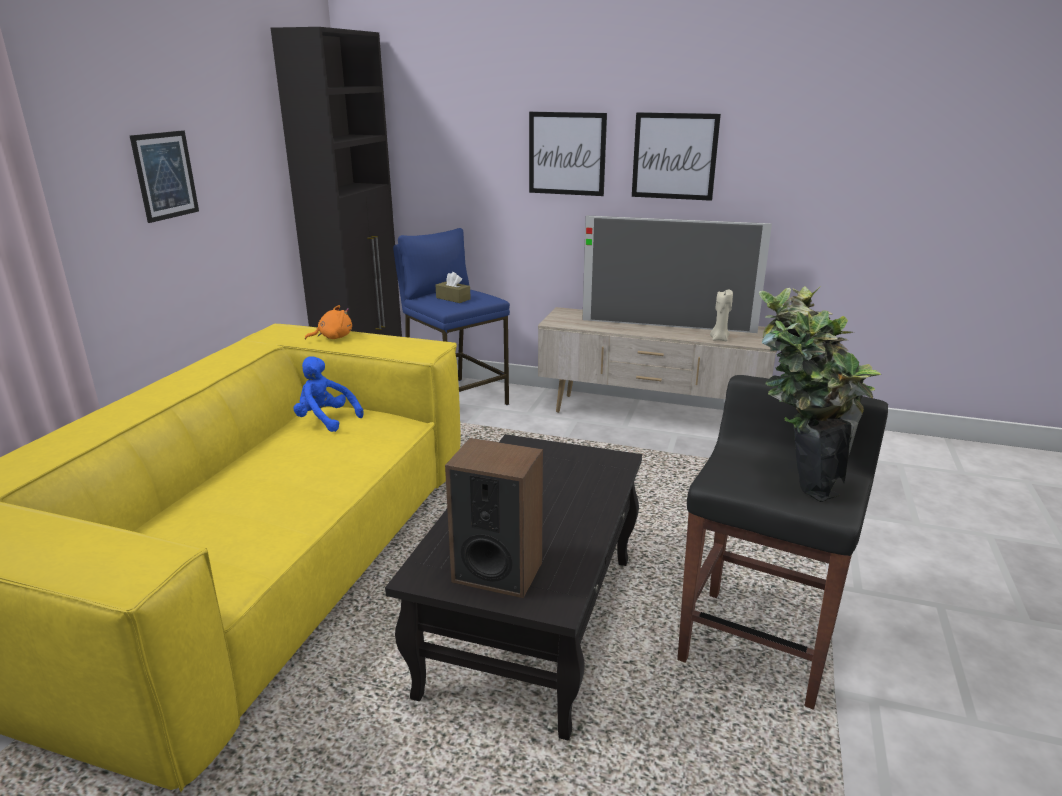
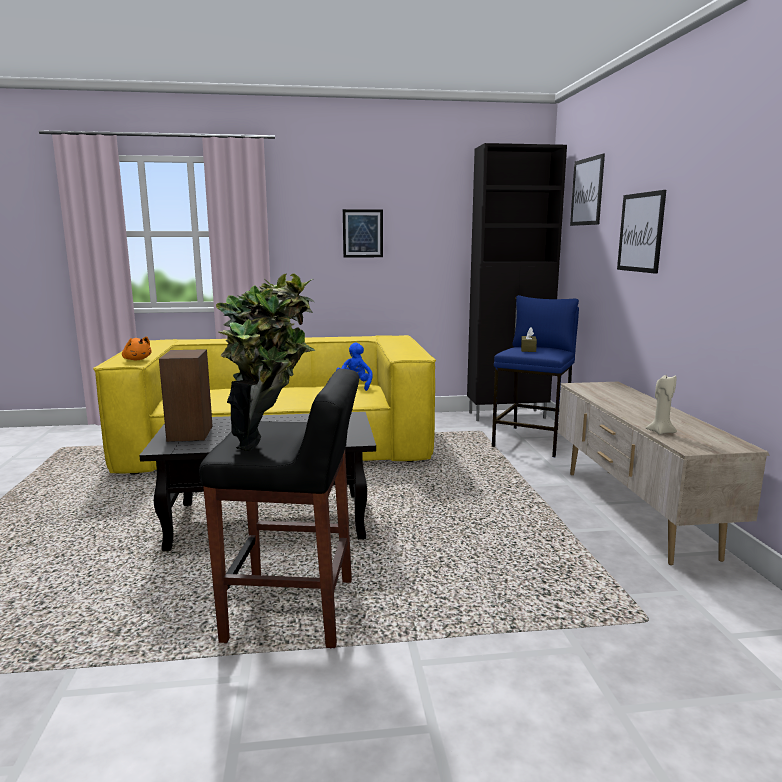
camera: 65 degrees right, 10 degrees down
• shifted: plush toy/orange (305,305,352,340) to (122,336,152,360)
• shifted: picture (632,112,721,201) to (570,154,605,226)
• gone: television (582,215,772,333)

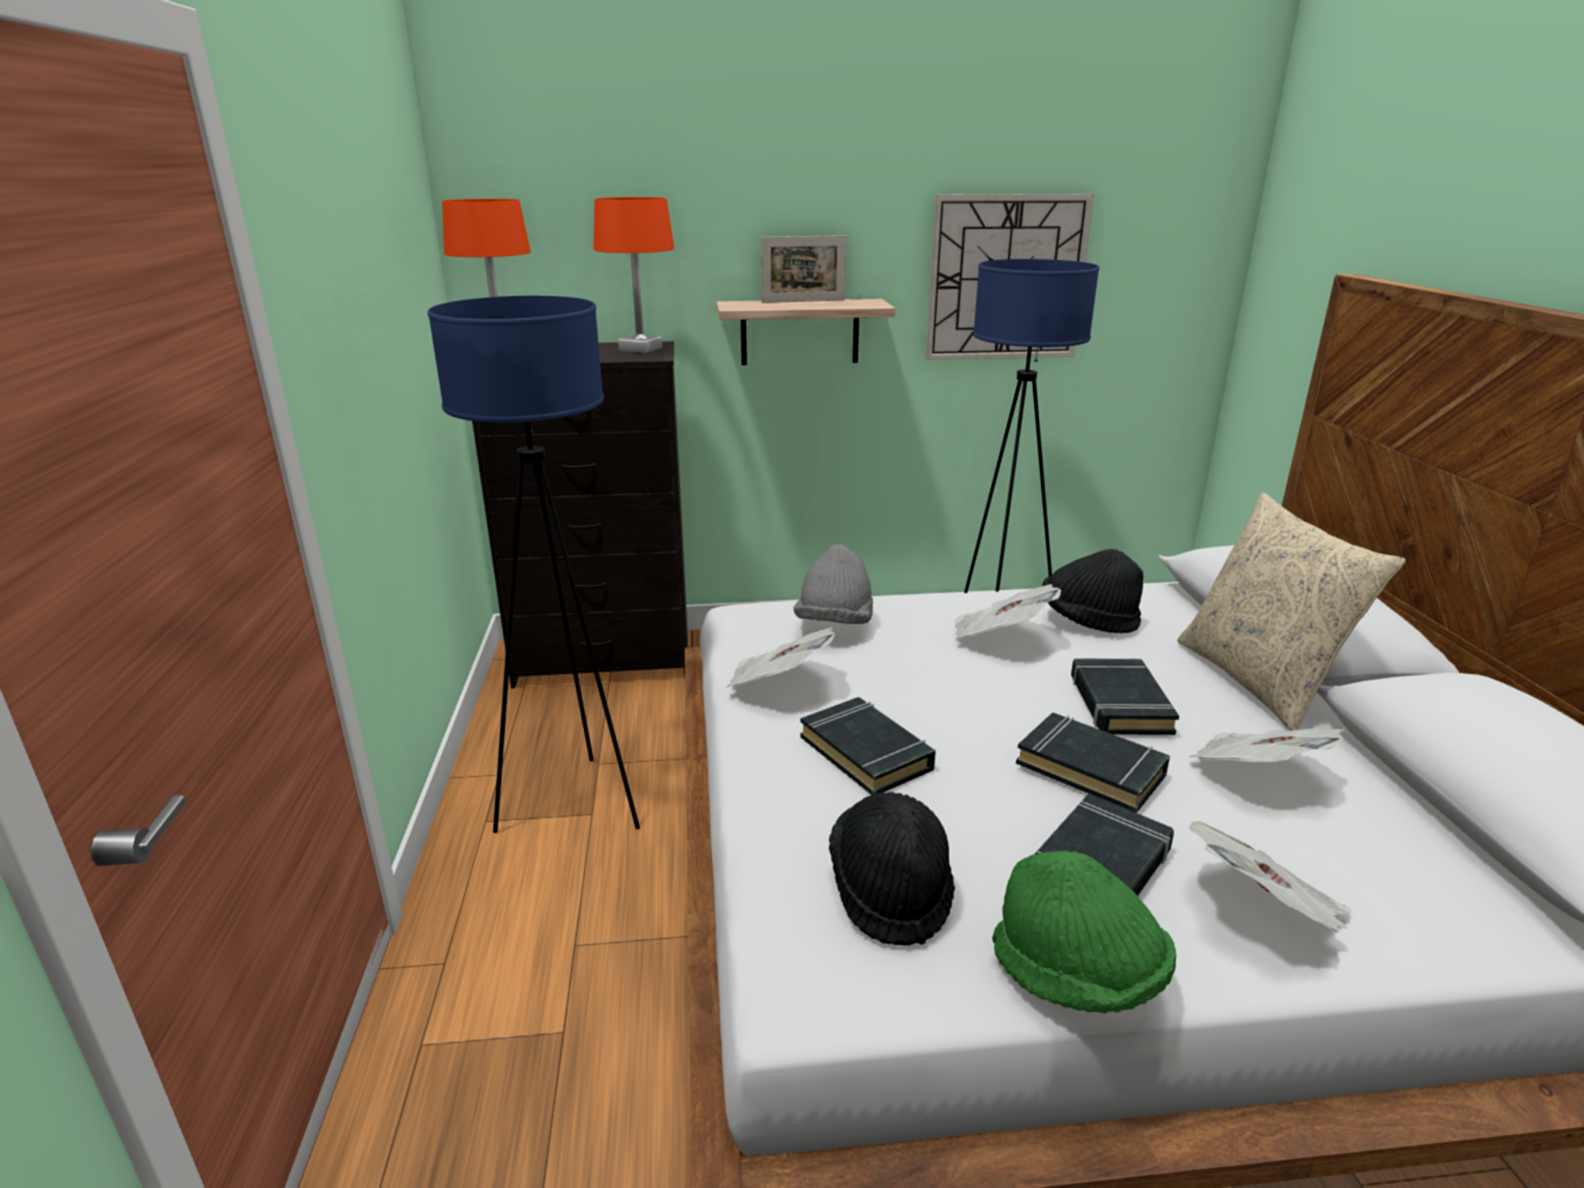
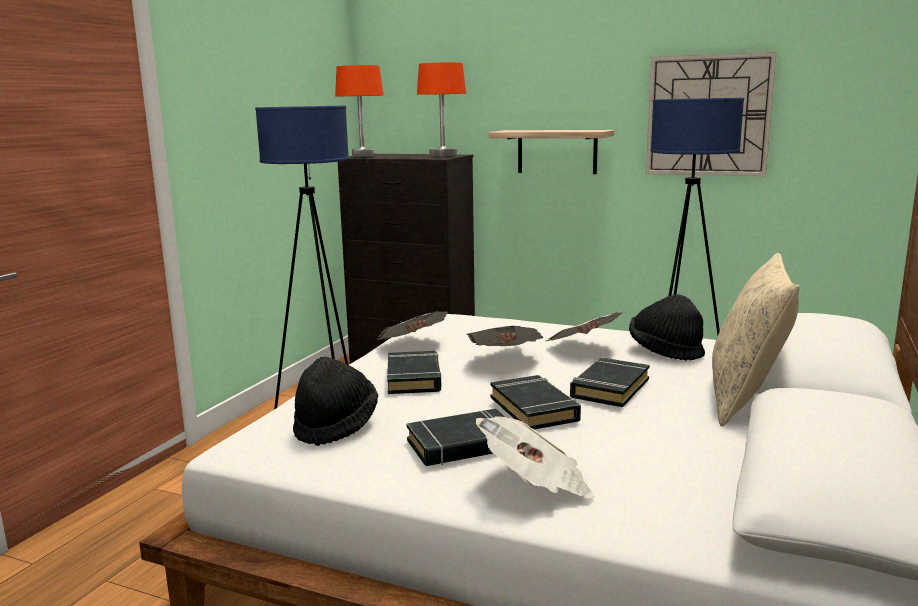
camera: 30 degrees right, 10 degrees down
• shifted: newspaper (1189,728,1344,762) to (467,326,543,346)
• gone: picture frame (761,235,846,303)
• gone: hat/grey (793,544,873,624)
• gone: hat/green (992,851,1176,1014)

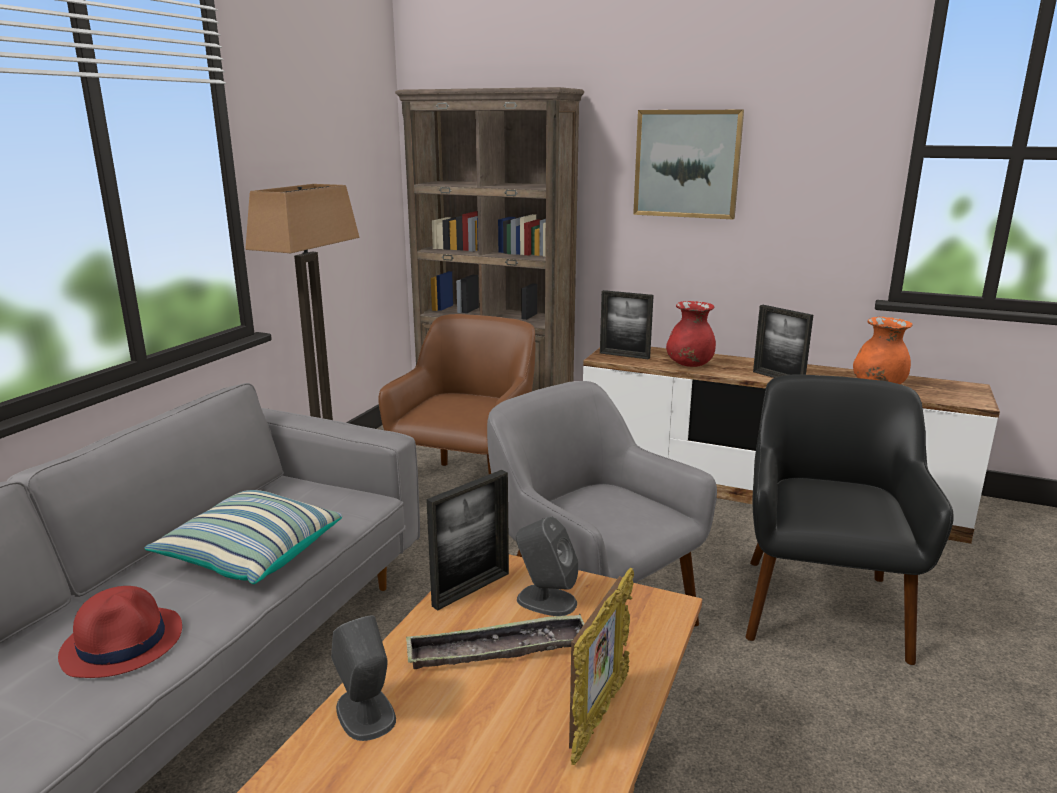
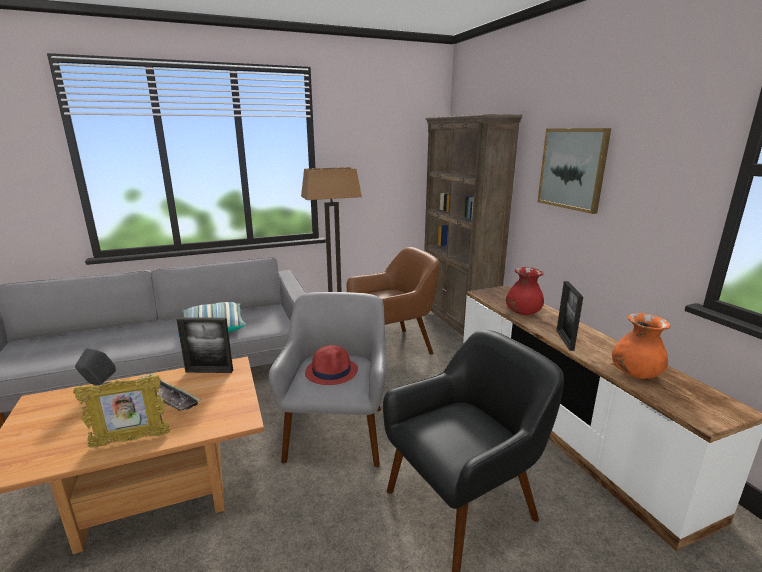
camera: 45 degrees right, 0 degrees up
• shifted: hat/red (58,586,182,678) to (305,345,358,385)
• gone: speaker/grey (516,516,579,616)
• gone: picture frame (600,290,654,360)

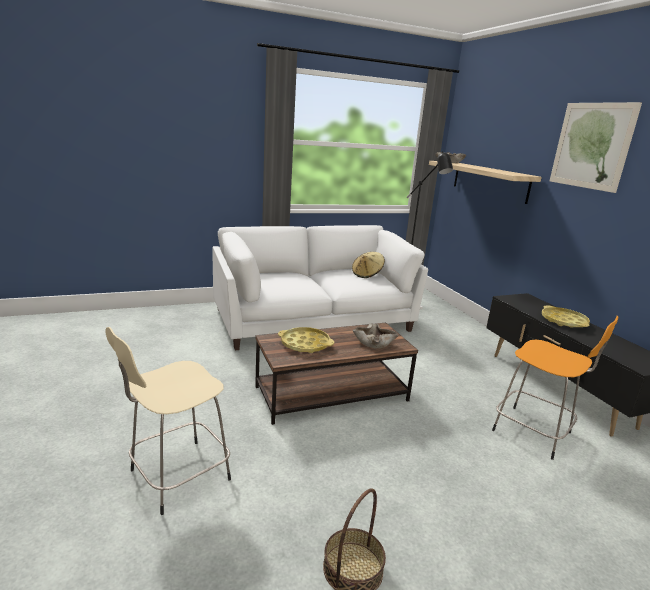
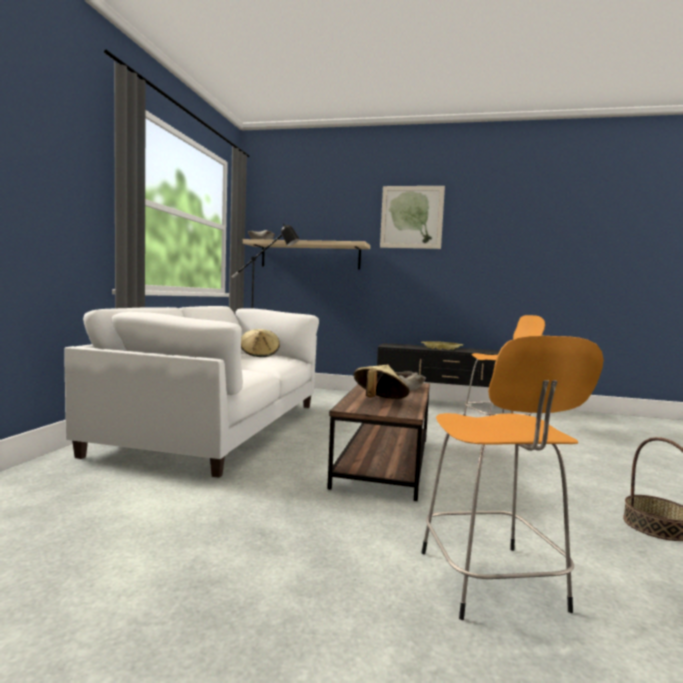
camera: 55 degrees left, 15 degrees down
• swapped: tray/yellow (278,327,334,353) to hat/beige (354,365,410,399)
• repainted: stool/beige (105,327,231,515) to stool/orange (421,336,604,620)

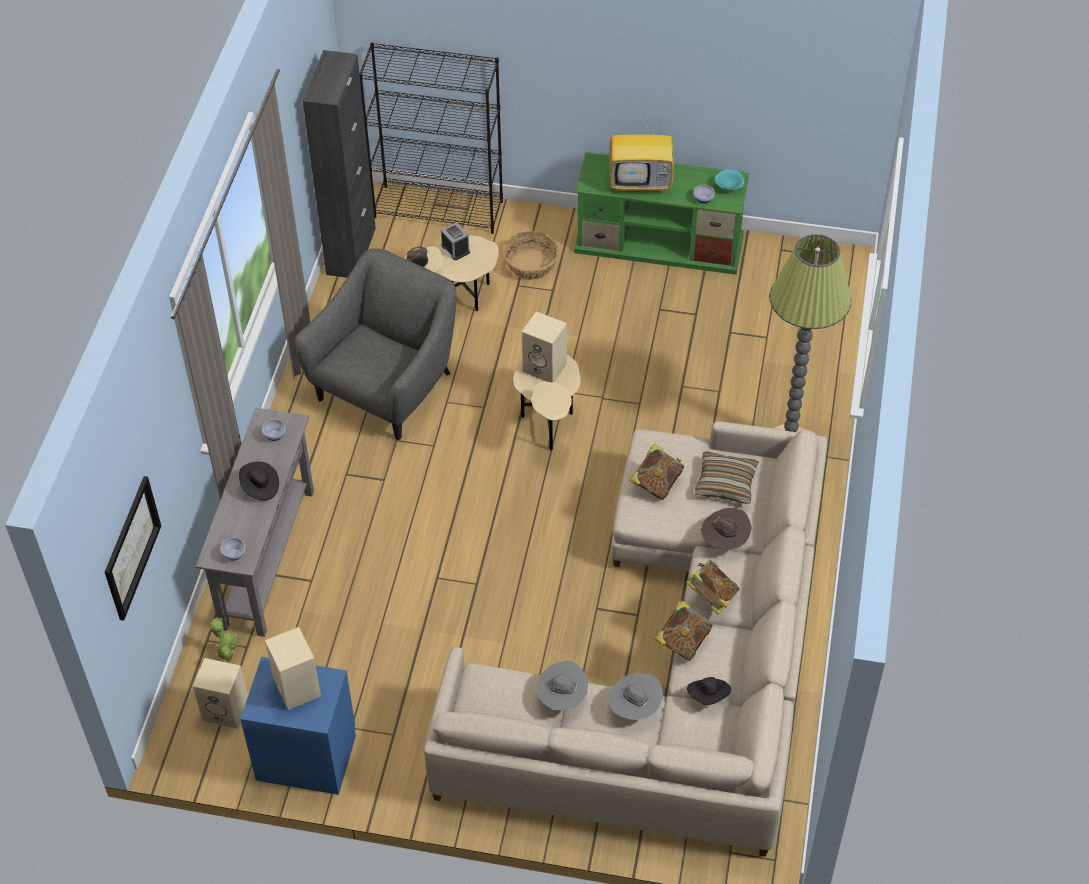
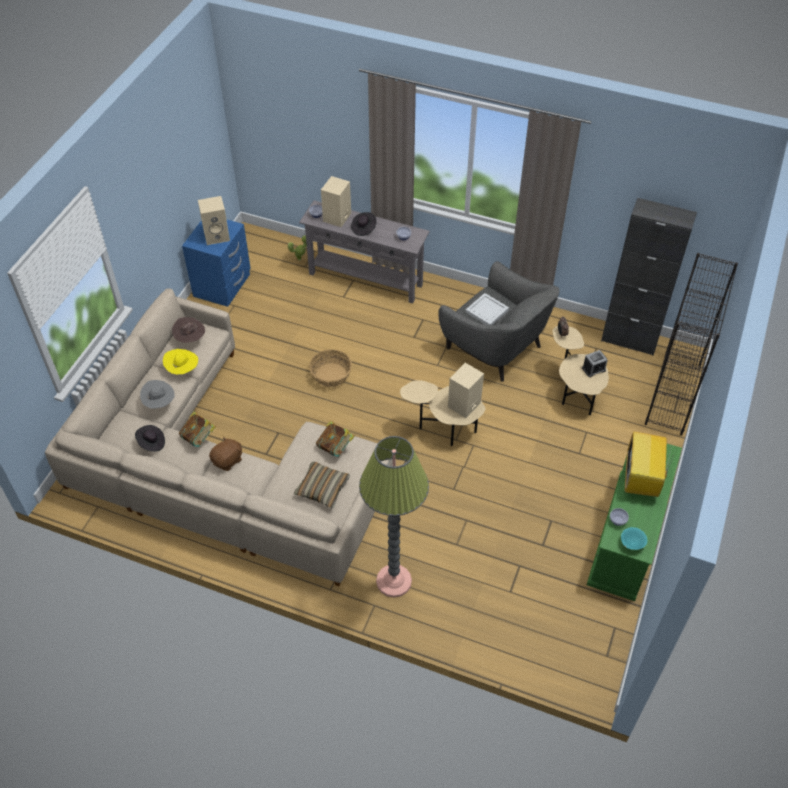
camera: 100 degrees right, 0 degrees up
• repainted: hat/grey (537,661,588,710) to hat/yellow (163,349,198,375)
• shifted: hat/brown (700,508,752,550) to (172,317,205,343)
• swapped: book (685,560,740,615) to plush toy/brown (209,436,242,471)
• shifted: basket (503,231,559,280) to (309,350,352,387)
• shifted: speaker/beige (193,658,248,729) to (321,176,351,227)
• new: tray/white (466,293,509,325)
• gone: picture (105,476,161,621)

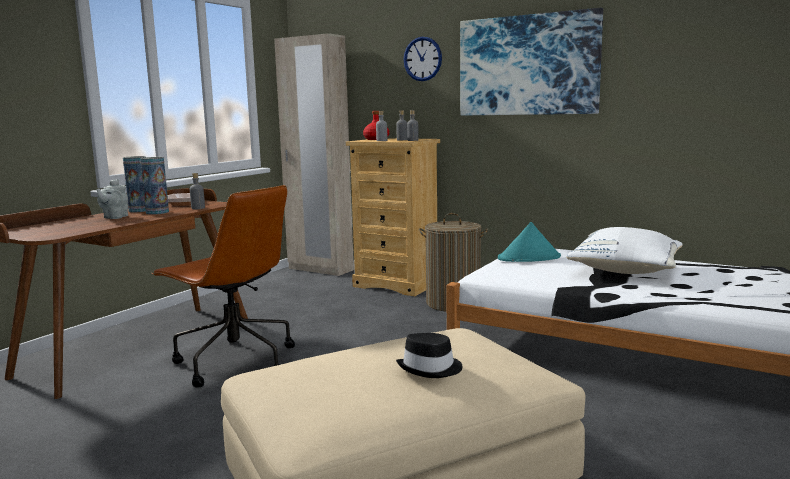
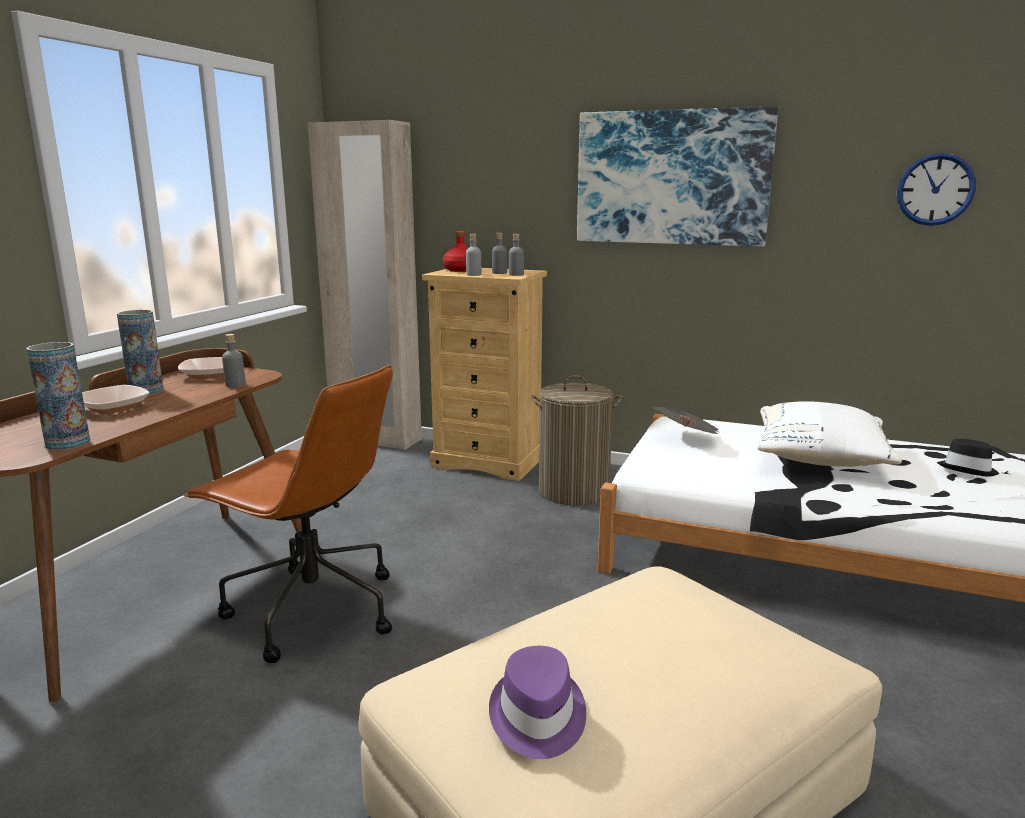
camera: 10 degrees left, 5 degrees up
• shifted: vase (140,157,169,215) to (26,342,90,450)
• swapped: teapot/grey (96,179,128,219) to bowl (82,385,149,414)
• new: hat/purple (489,646,586,759)
• swapped: hat/turquoise (498,222,561,262) to newspaper (652,407,719,434)
• shifted: wall clock (403,37,442,81) to (897,153,976,226)
• shifted: hat/black (396,333,463,378) to (937,439,999,477)

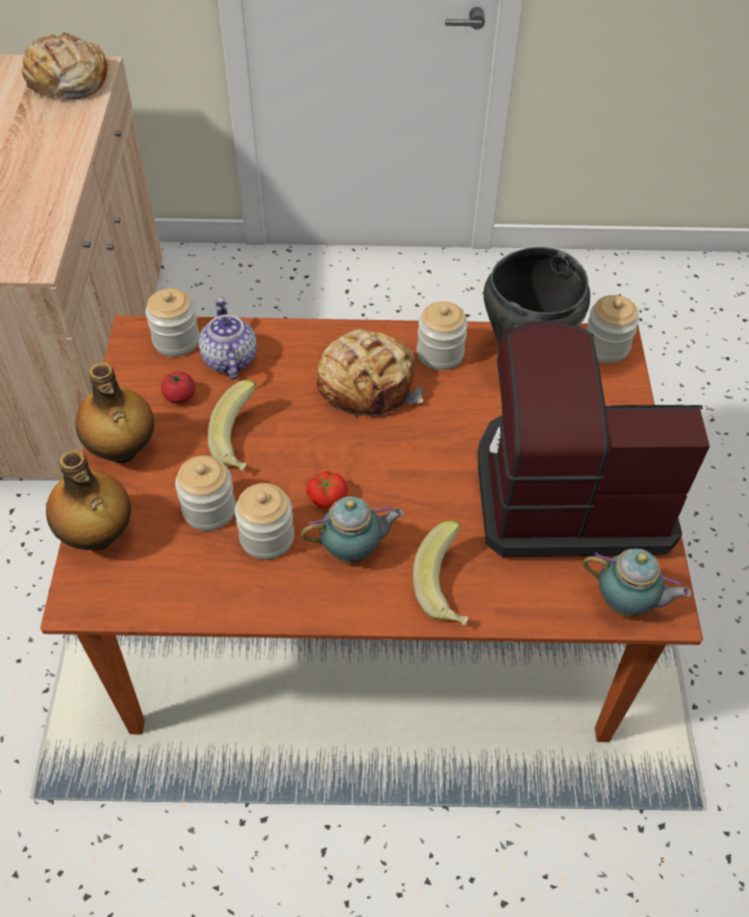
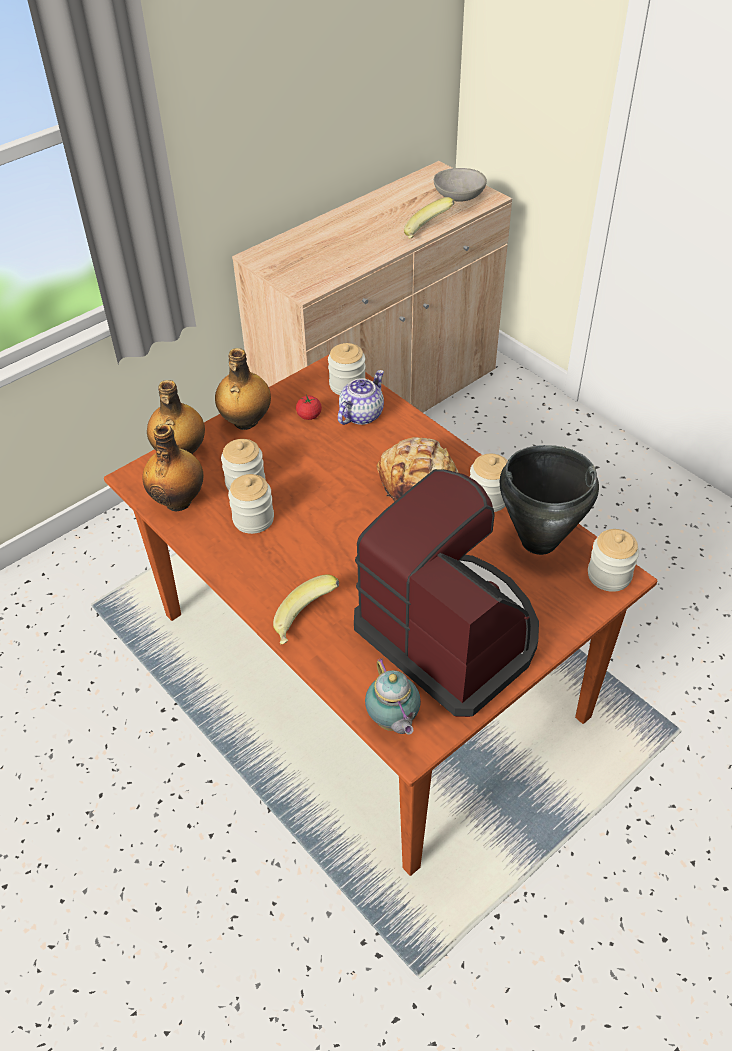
camera: 50 degrees right, 5 degrees down
• new: bottle (143,424,203,512)
• shifted: banana (207,380,257,471) to (404,197,455,239)
• swapped: bread (22,32,108,100) to bowl/grey (434,168,487,202)
• gone: teapot (301,496,404,564)
• gone: tomato (306,471,348,508)

